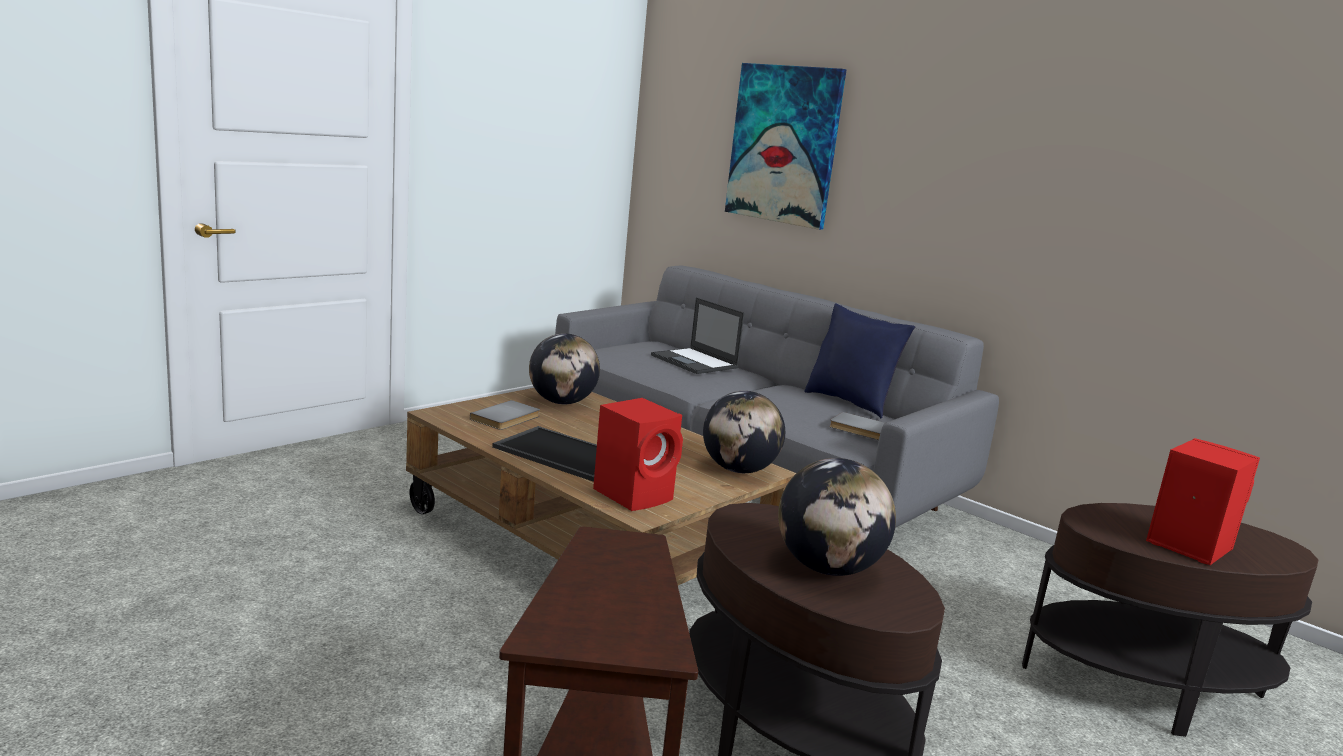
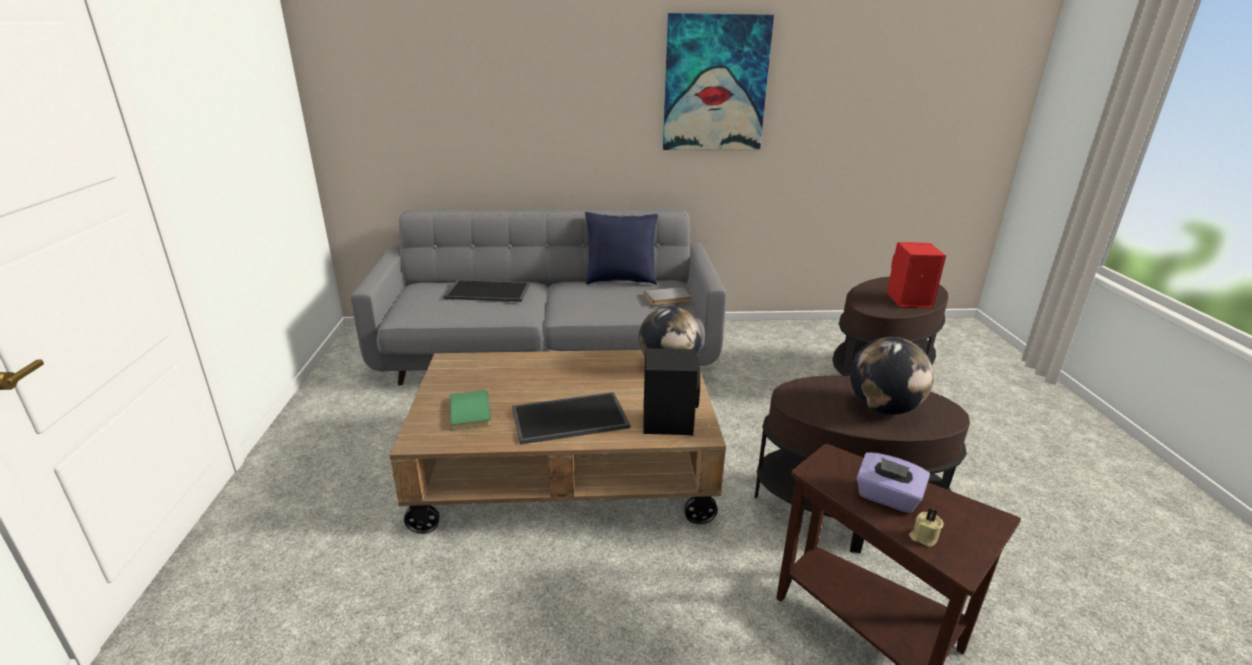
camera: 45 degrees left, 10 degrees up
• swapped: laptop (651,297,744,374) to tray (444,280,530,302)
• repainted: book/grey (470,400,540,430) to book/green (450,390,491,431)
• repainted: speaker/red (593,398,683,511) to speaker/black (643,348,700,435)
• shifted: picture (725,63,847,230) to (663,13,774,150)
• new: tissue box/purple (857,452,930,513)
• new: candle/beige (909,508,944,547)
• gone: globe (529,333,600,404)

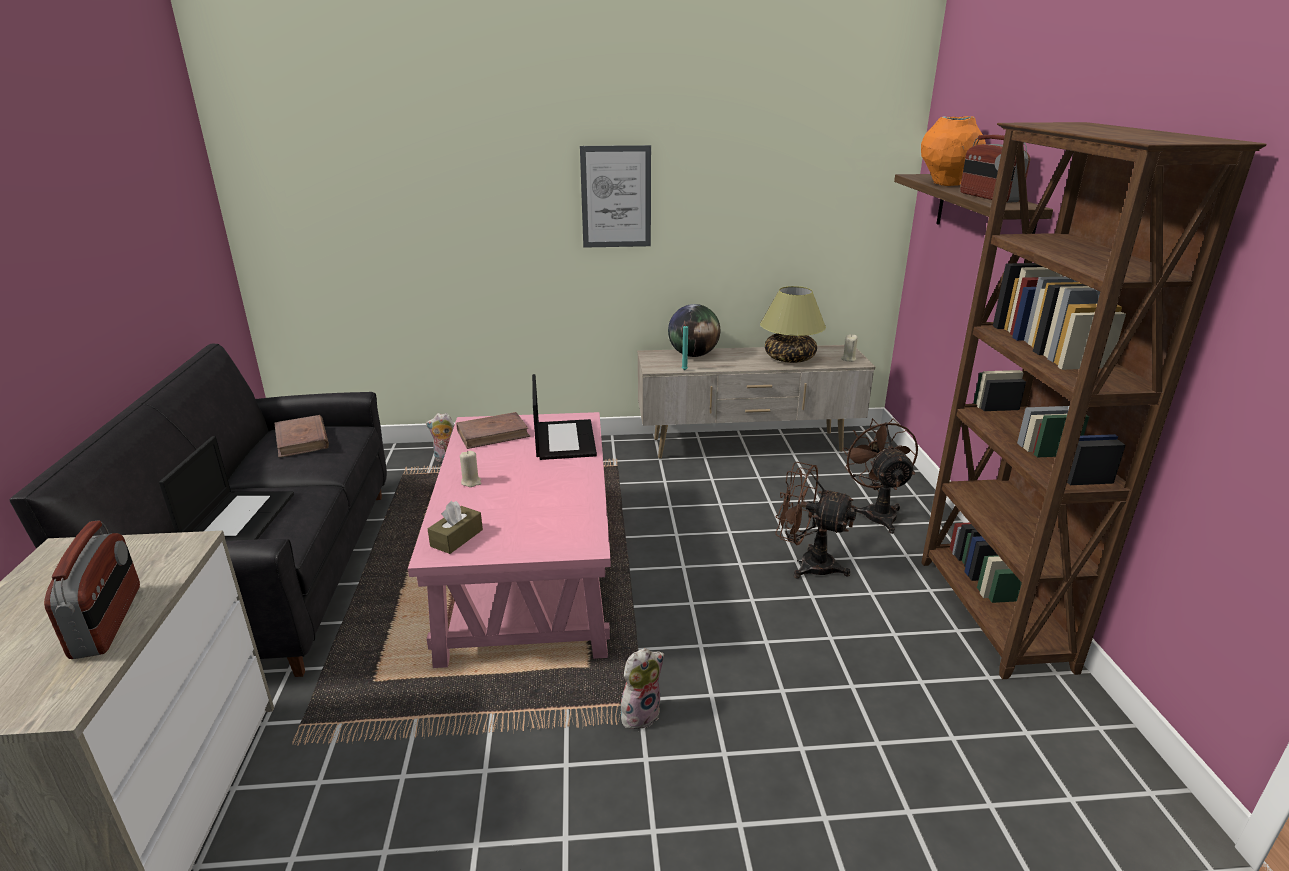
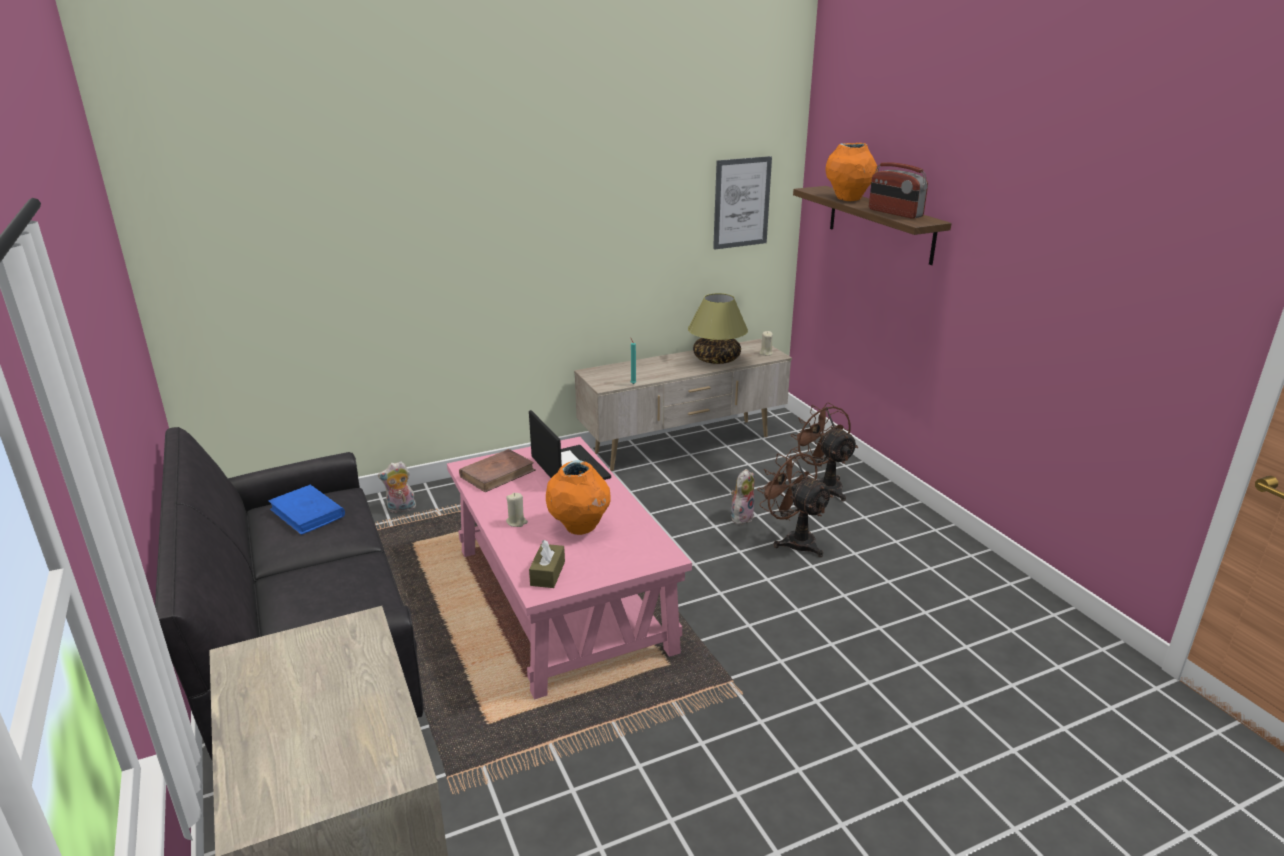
camera: 20 degrees left, 0 degrees up
• repainted: book/brown (275,415,329,458) to book/blue (268,485,345,535)
• new: vase/orange (546,460,611,535)
• shifted: picture (580,145,651,248) to (713,156,772,250)
• shifted: plush toy (621,648,664,729) to (731,469,755,525)
• rotated: fan/brown (776,462,856,579) = (757,449,833,557) 45 degrees clockwise
• gone: radio (44,520,140,659)
• gone: laptop (159,436,294,541)
• gone: globe (668,304,720,357)
• gone: bookcase/brown (921,122,1267,679)

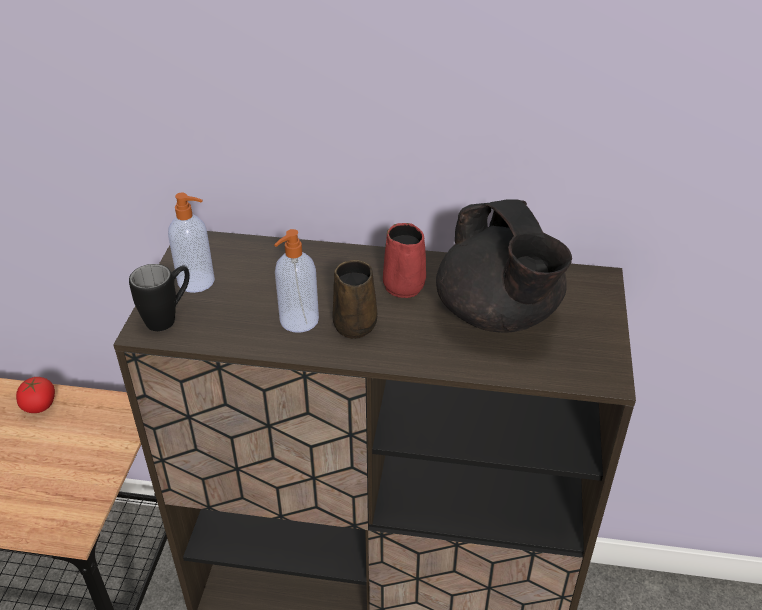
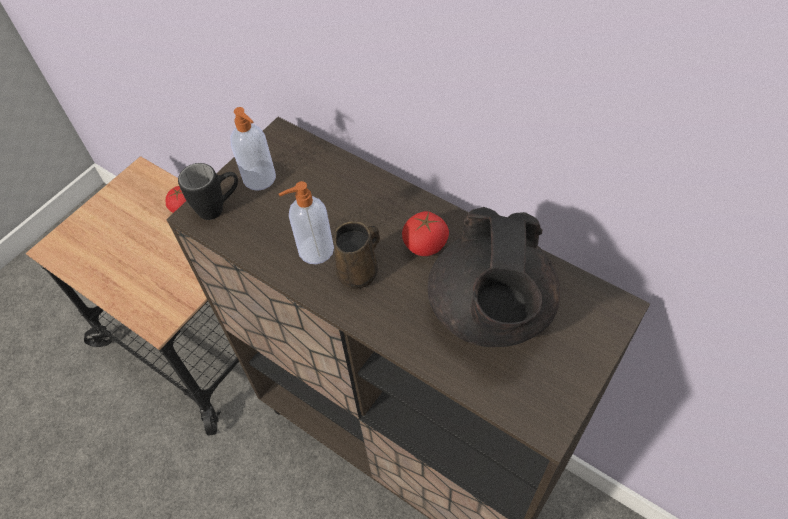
camera: 30 degrees right, 15 degrees up
• swapped: mug/red (383,223,426,298) to tomato (402,211,449,256)

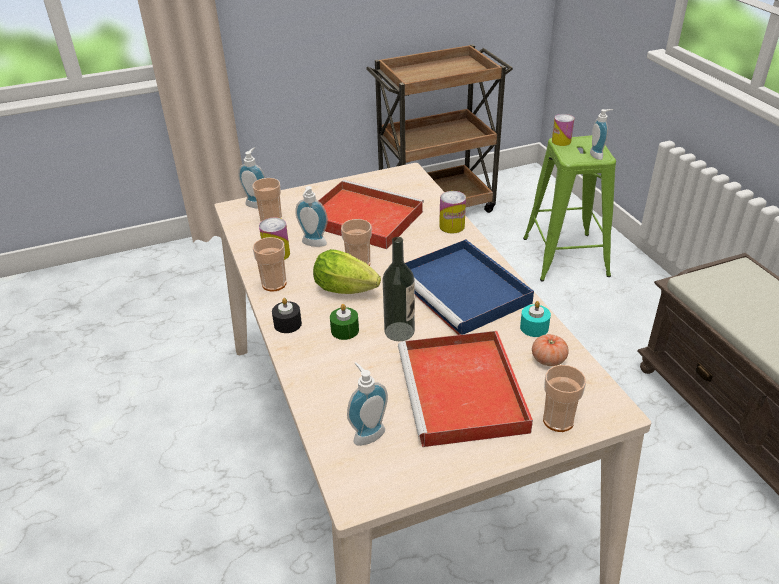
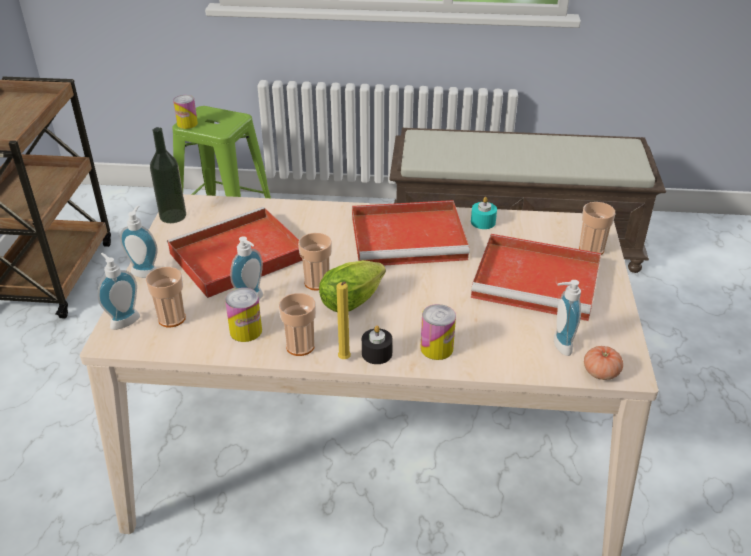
camera: 65 degrees left, 0 degrees up
• shifted: soap dispenser (590,109,613,160) to (120,205,158,278)
• shifted: bottle (382,237,415,341) to (150,127,186,223)
• new: candle/yellow (336,281,351,359)
• repainted: tray/blue (405,239,534,335) to tray/red (352,200,469,266)
• shifted: can (439,191,466,233) to (420,304,456,360)
• shifted: tomato (532,334,569,366) to (584,346,623,380)
• gone: candle/green (330,304,359,340)

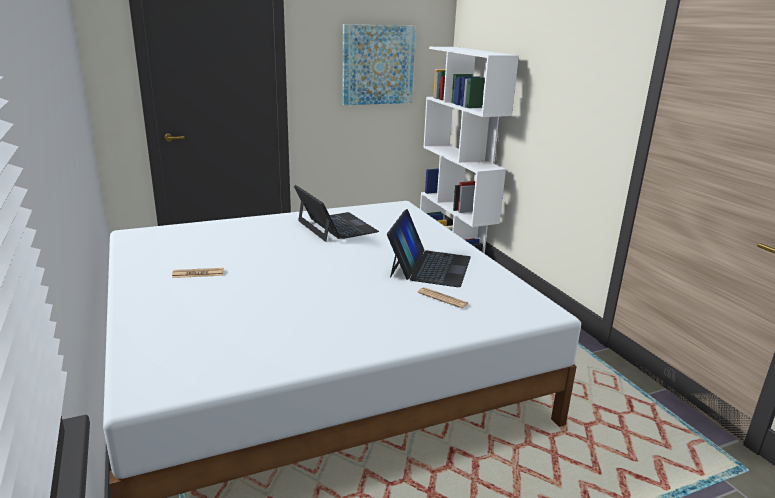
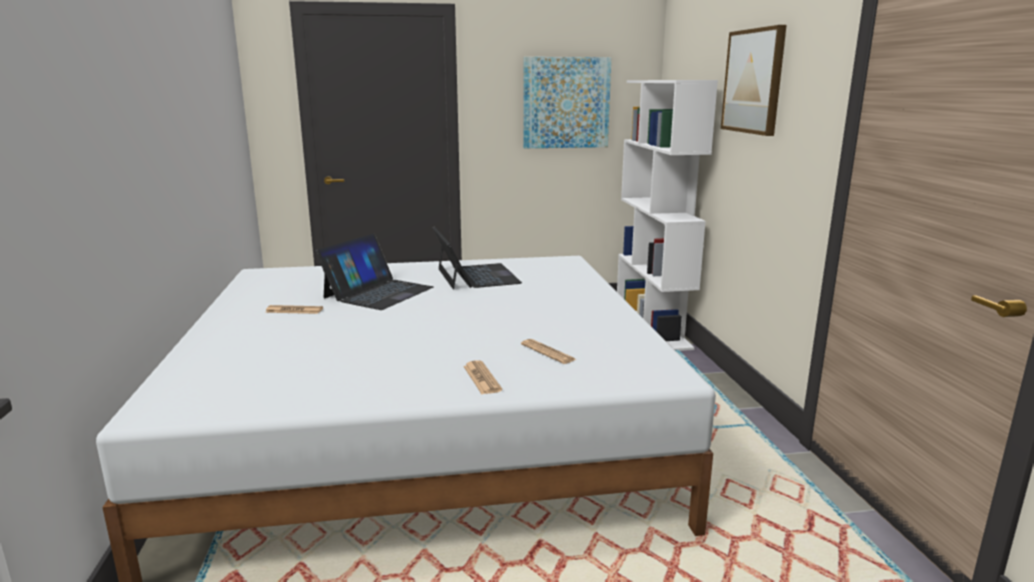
camera: 15 degrees right, 5 degrees down
• shifted: laptop (387,209,471,287) to (316,233,434,310)
• new: newspaper (463,360,502,394)
• new: picture (721,25,787,136)

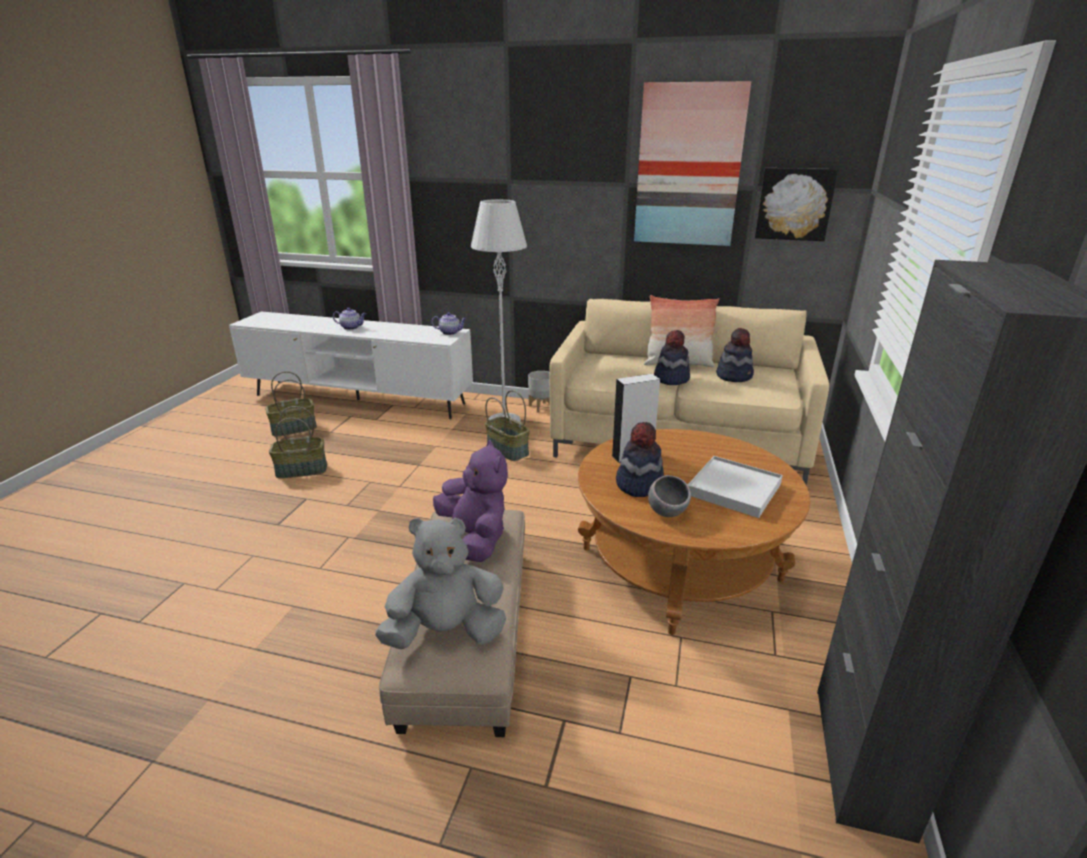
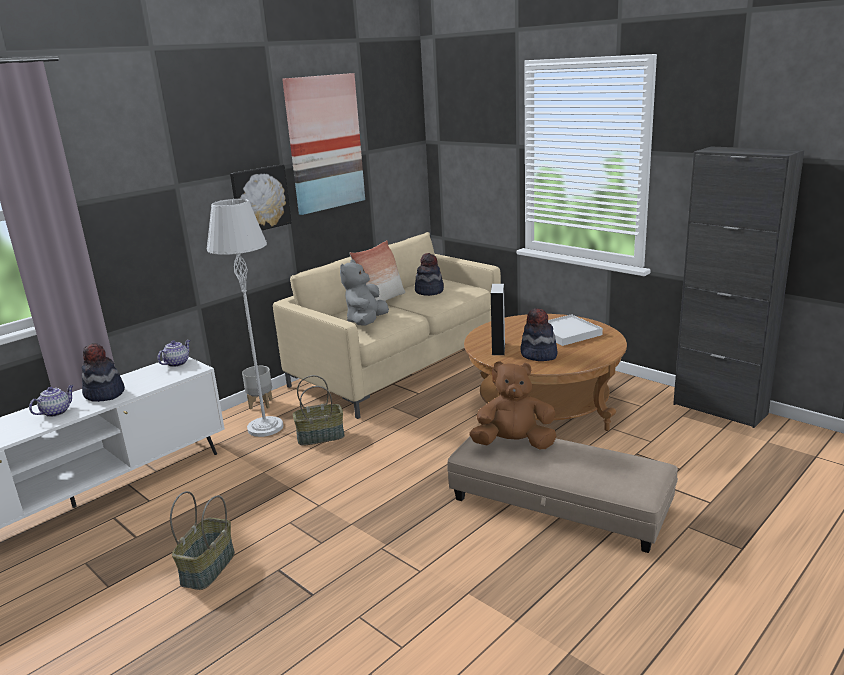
camera: 60 degrees left, 5 degrees down
• shifted: hat (654,330,690,385) to (82,343,125,402)
• shifted: picture (755,168,838,241) to (230,165,292,230)
• shifted: plush toy/grey (375,518,506,649) to (340,260,389,326)
• repainted: plush toy/purple (433,440,508,562) to plush toy/brown (469,361,557,449)
• gone: basket (265,371,317,437)
• gone: bowl/grey (648,475,691,517)

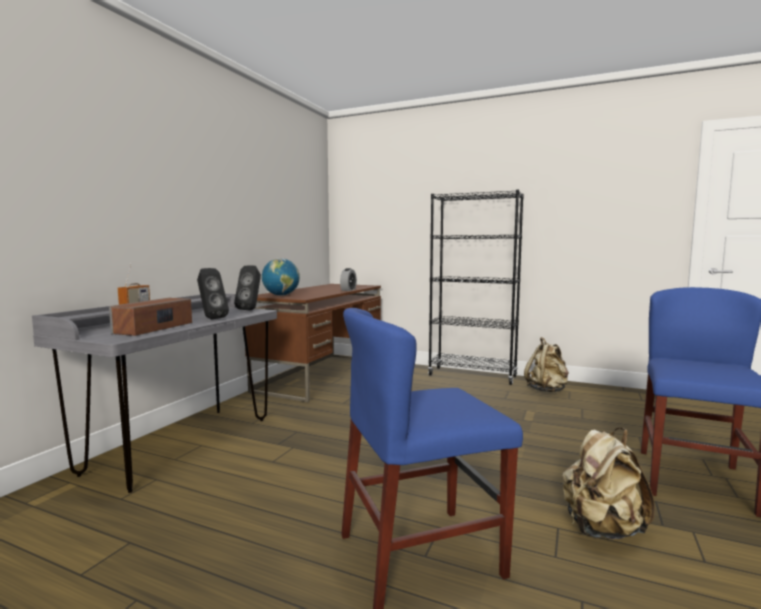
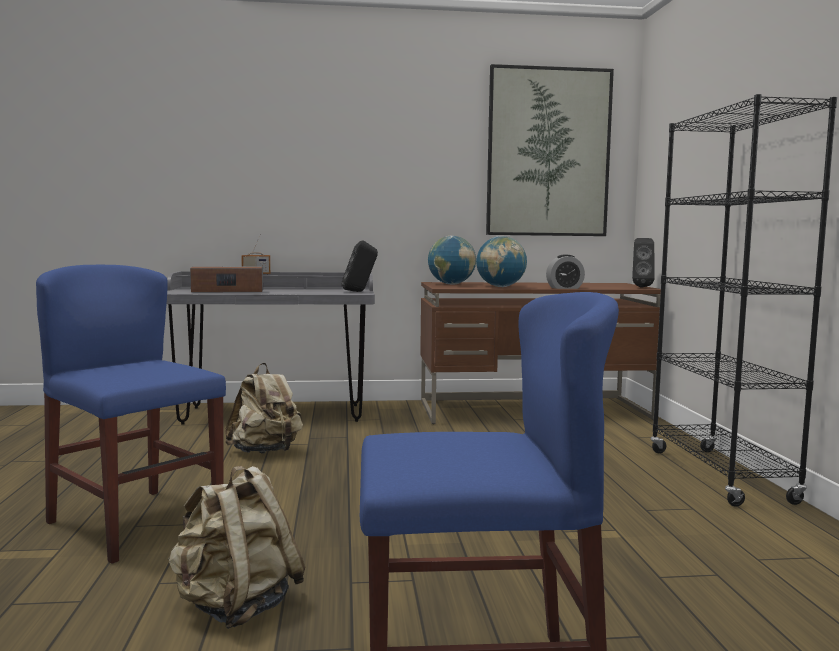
camera: 60 degrees right, 0 degrees up
• shifted: backpack/beige (524,337,569,392) to (225,363,303,454)
• new: globe (476,236,527,287)
• new: picture (486,64,614,236)
• shifted: speaker/black (197,268,229,319) to (632,238,655,287)

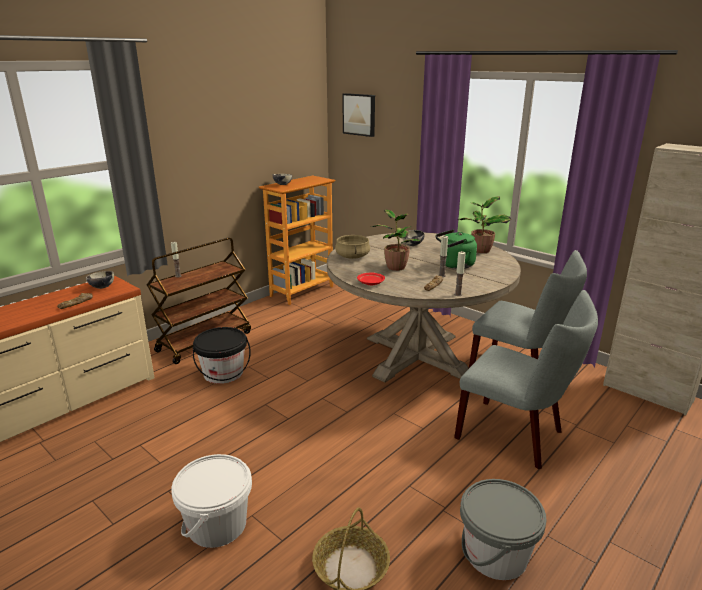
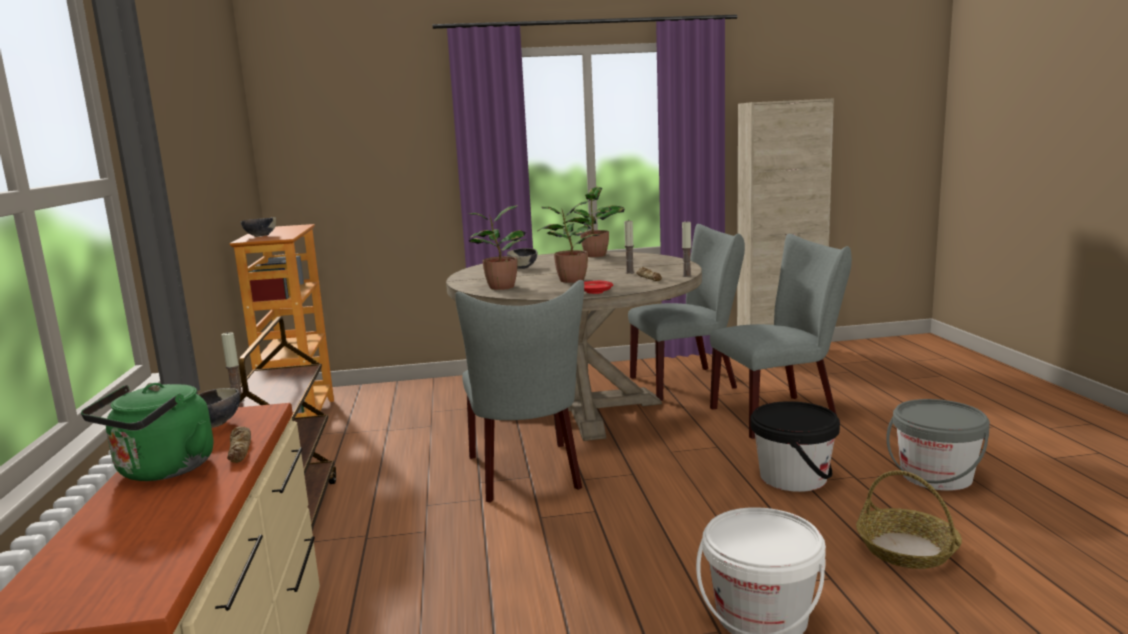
camera: 50 degrees left, 10 degrees down
• shifted: kettle/green (435,230,477,269) to (81,383,213,481)
• new: chair/grey (455,280,584,502)
• swapped: cooking pot/beige (335,235,370,259) to potted plant (468,205,527,290)
• shifted: bucket/black (193,327,251,384) to (750,401,840,492)
• gone: picture (343,93,375,137)

